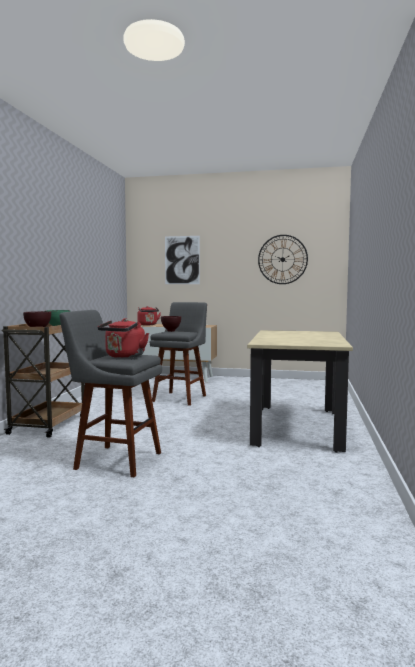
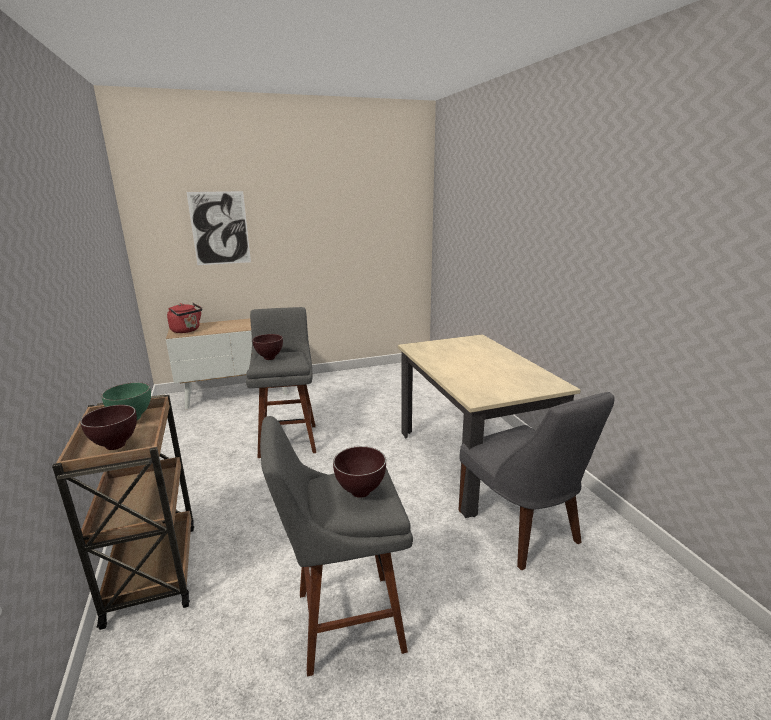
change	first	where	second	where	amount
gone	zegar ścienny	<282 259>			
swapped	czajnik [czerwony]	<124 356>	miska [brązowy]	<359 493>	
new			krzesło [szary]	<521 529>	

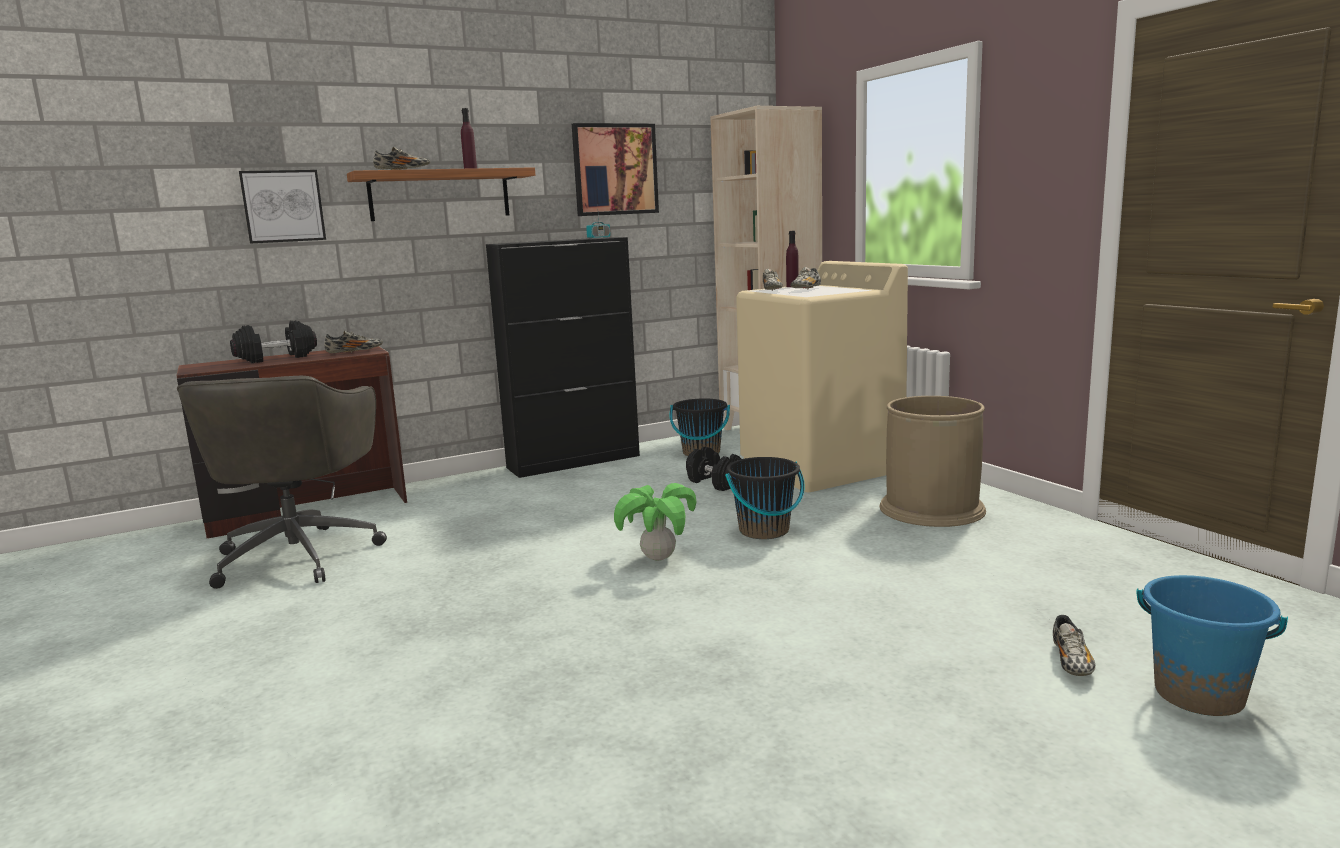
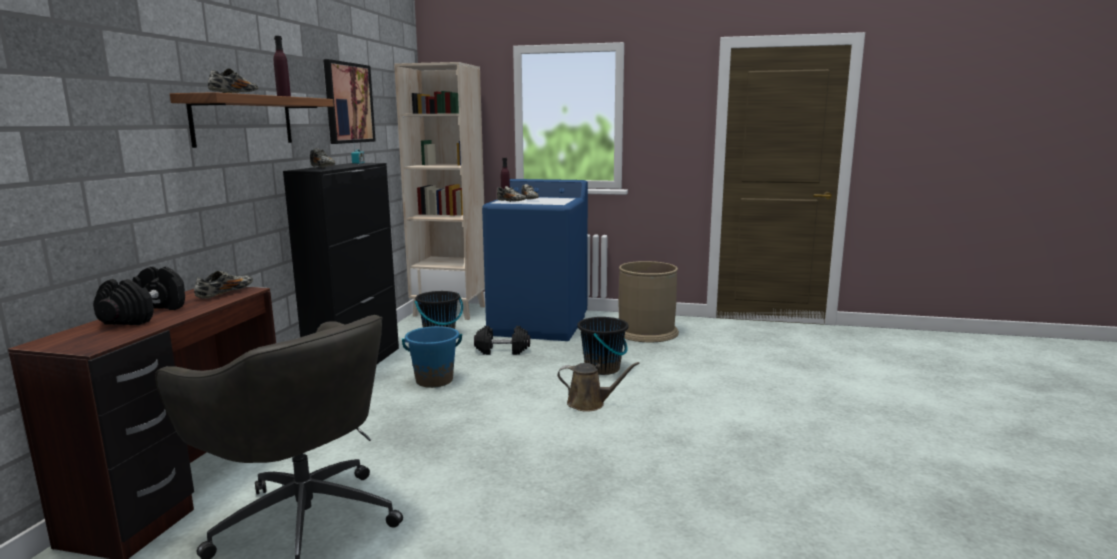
change	first	where	second	where	amount
gone	obraz	<283 206>			
repainted	pralka [beżowy]	<821 468>	pralka [niebieski]	<539 325>	
swapped	roślina doniczkowa	<658 558>	konewka [brązowy]	<590 404>	
shifted	wiadro [niebieski]	<1199 695>		<434 380>	
shifted	but	<1071 662>		<323 168>	

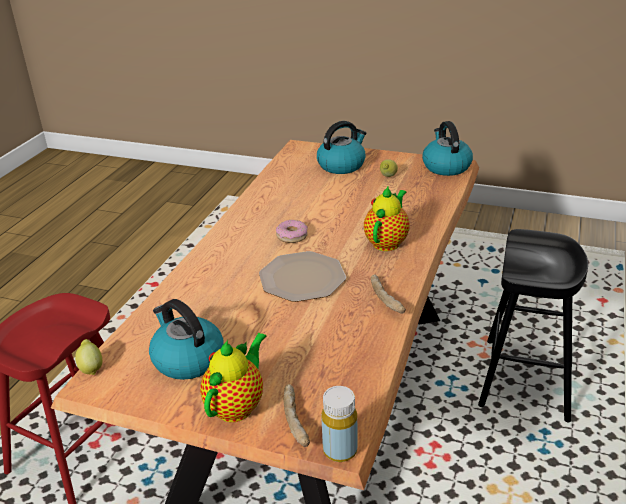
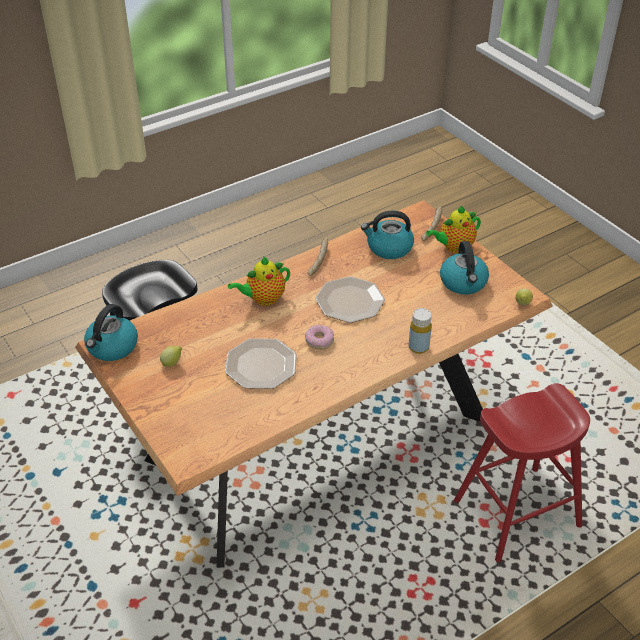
change	first	where	second	where	amount
shifted	czajnik	<342 165>		<388 248>	
shifted	butelka [żółty]	<340 450>		<418 347>	
new			talerz	<260 365>	

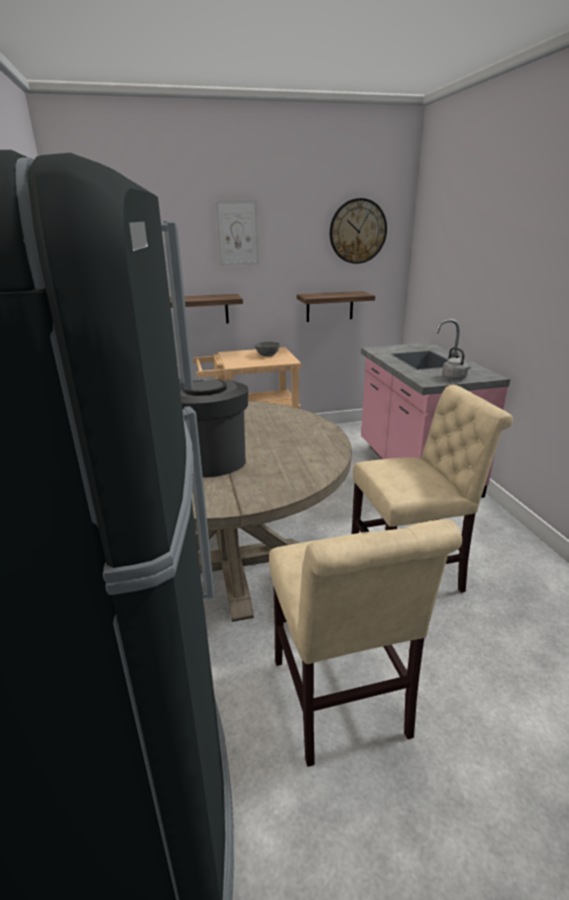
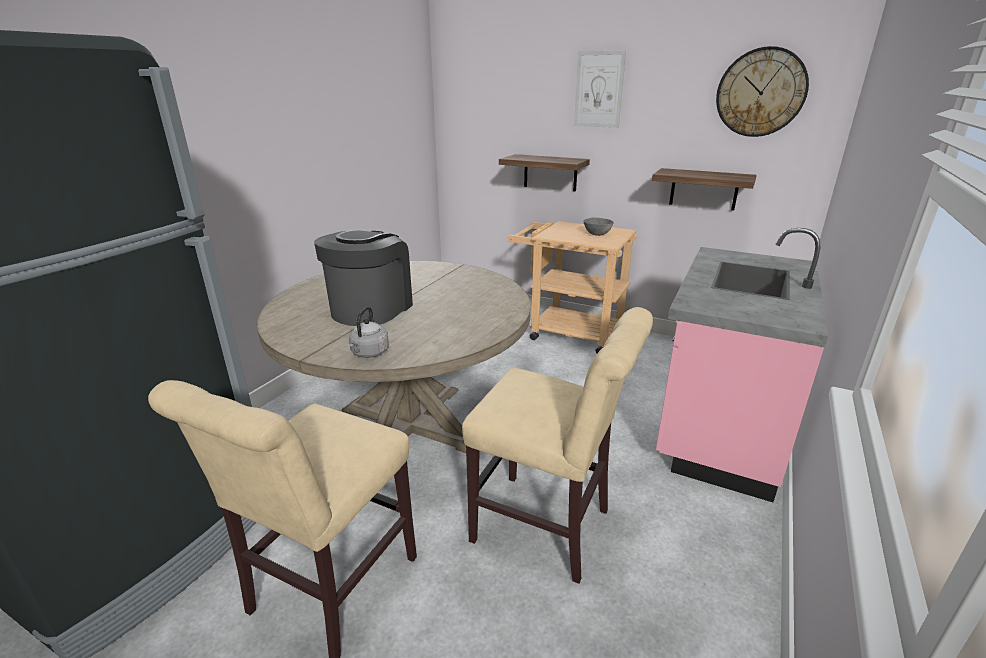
change	first	where	second	where	amount
shifted	czajnik [szary]	<455 378>		<369 353>	

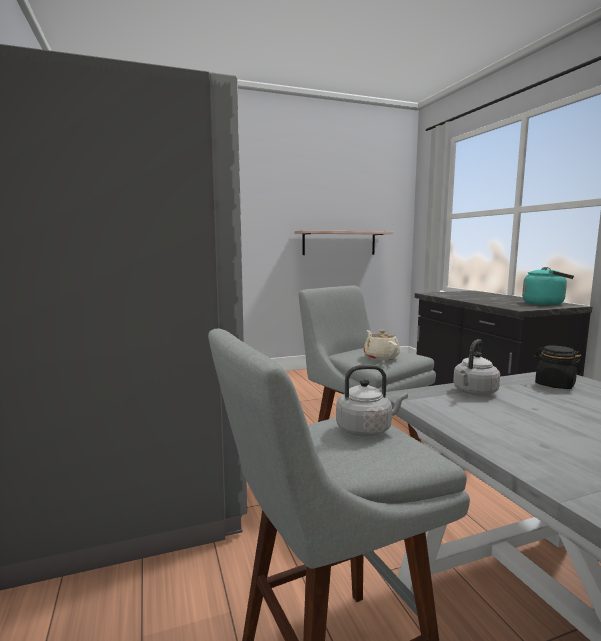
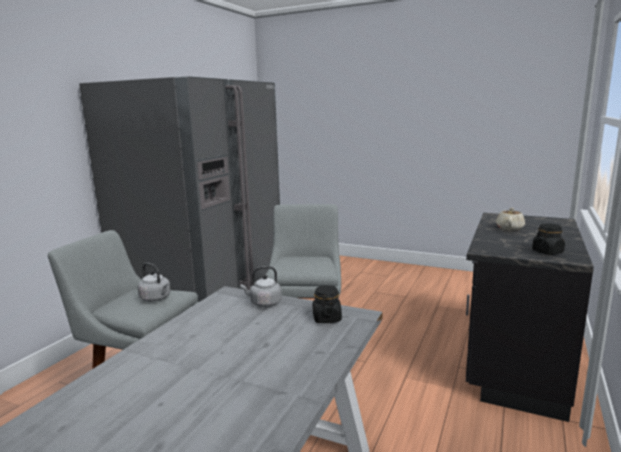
change	first	where	second	where	amount
gone	półka	<339 243>			
swapped	czajnik [turkusowy]	<545 304>	słoik [czarny]	<547 252>	
shifted	imbryk [beżowy]	<380 357>		<510 228>	

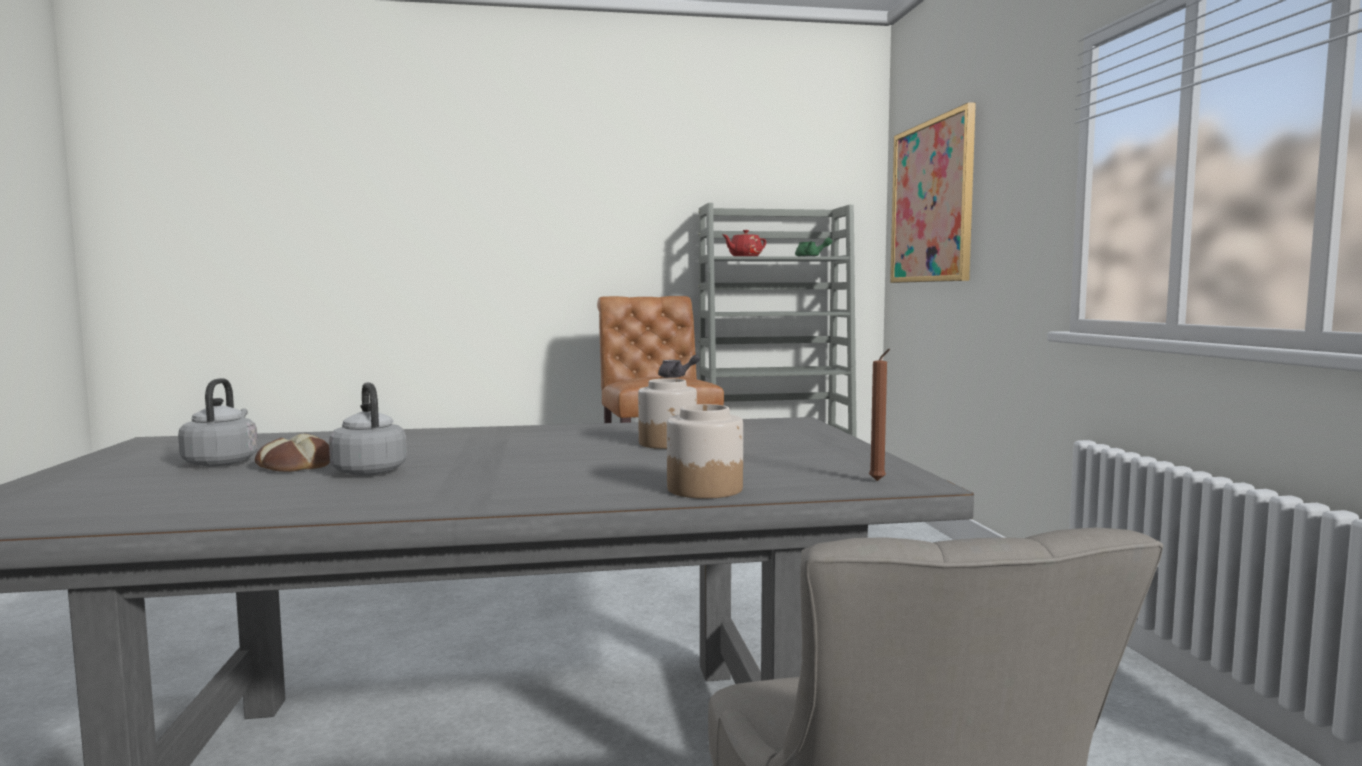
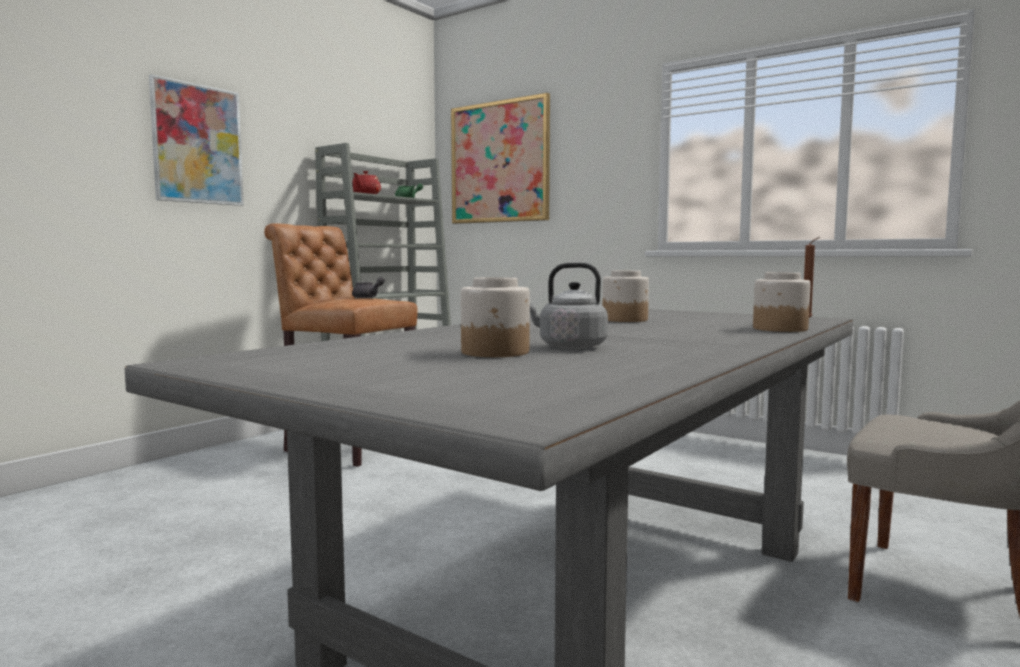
change	first	where	second	where	amount
gone	czajnik [szary]	<222 462>			
swapped	chleb	<294 466>	słoik	<495 352>	
new			obraz	<197 144>	

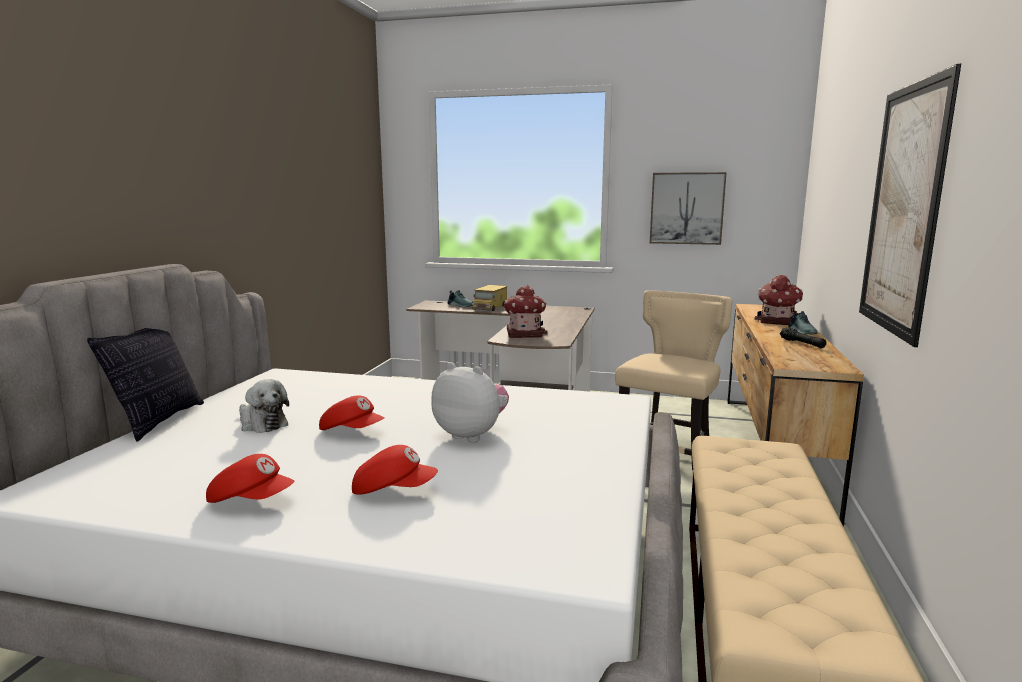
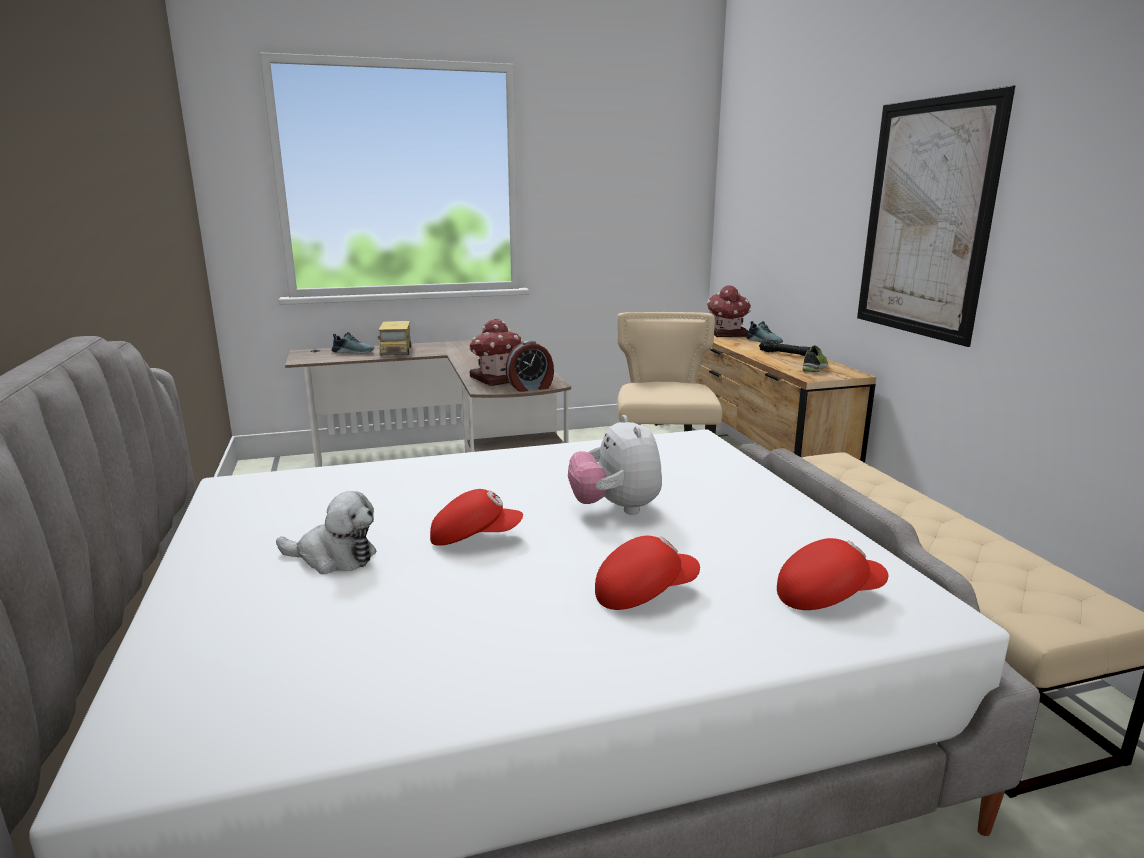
change	first	where	second	where	amount
gone	obraz	<686 208>			
gone	poduszka	<158 421>			
rotated	pluszak	<471 435>		<615 509>	105 degrees counterclockwise
shifted	czapka z daszkiem [czerwony]	<252 500>		<827 595>	
new			budzik	<530 387>	
new			but	<815 367>	

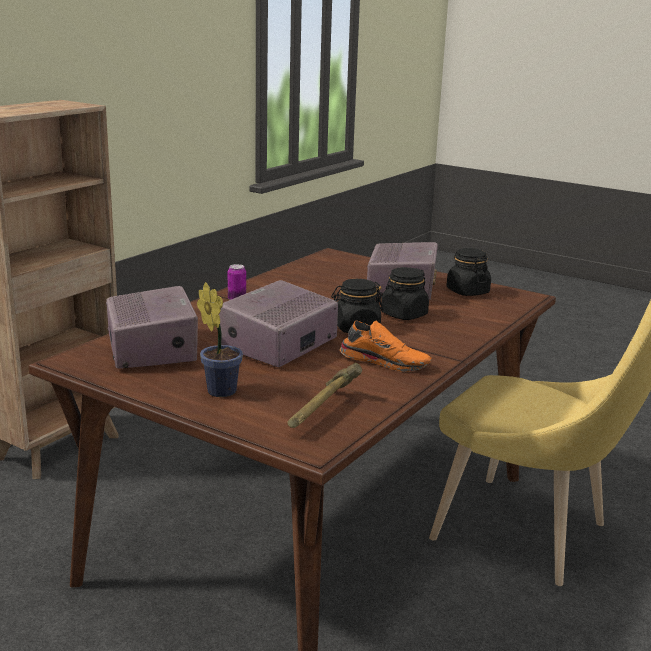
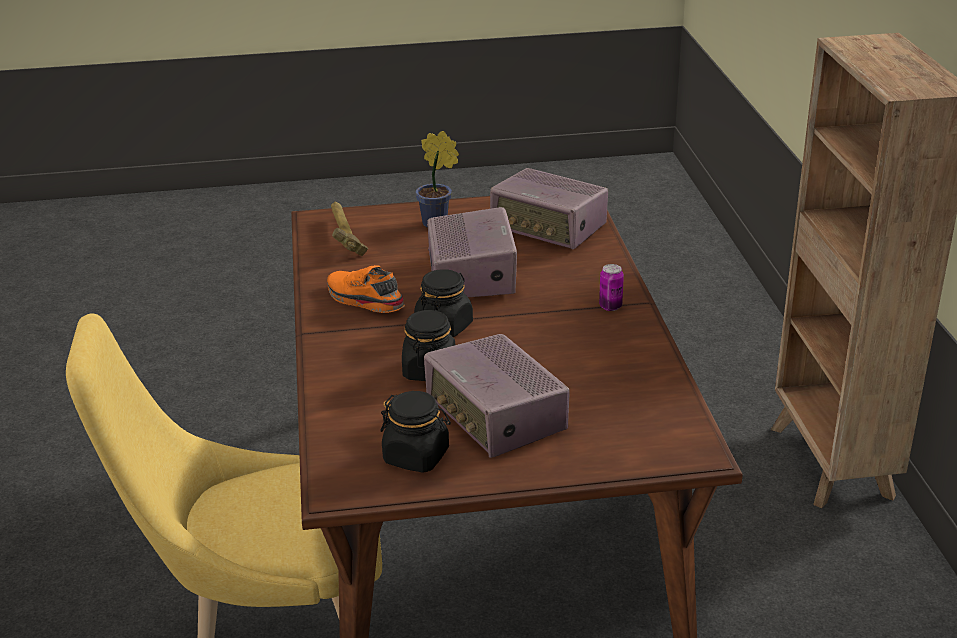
change	first	where	second	where	amount
rotated	but [pomarańczowy]	<385 361>		<363 301>	60 degrees clockwise

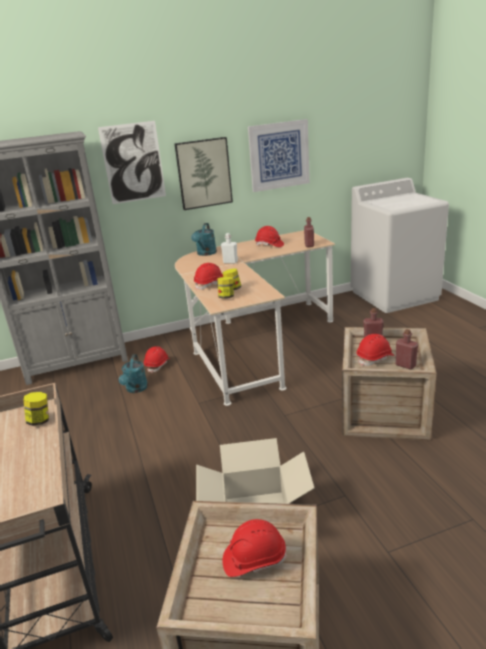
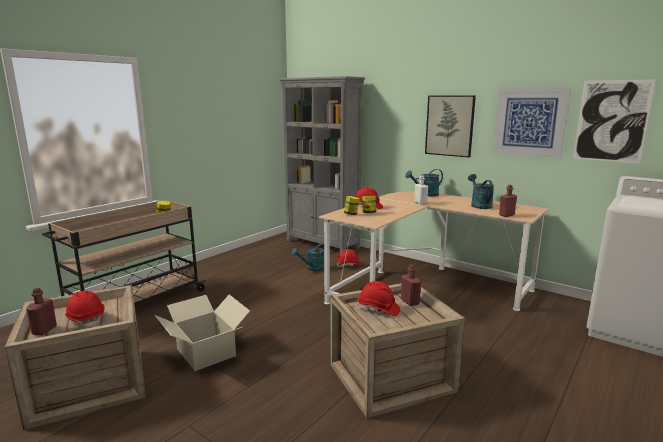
change	first	where	second	where	amount
shifted	obraz	<133 163>		<611 121>	
swapped	kask [czerwony]	<269 245>	konewka [turkusowy]	<479 205>	
shifted	butelka [czerwony]	<405 365>		<44 330>	

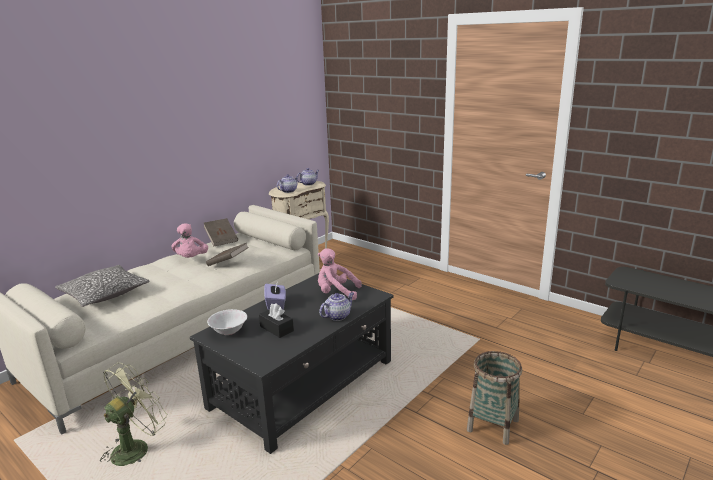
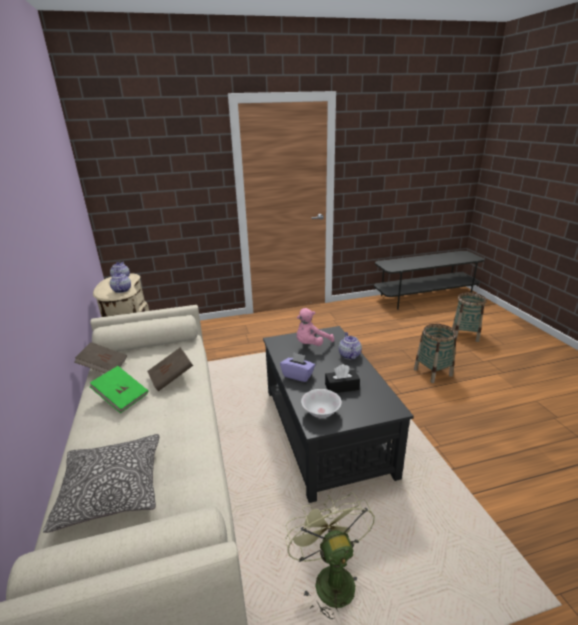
change	first	where	second	where	amount
swapped	pluszak [różowy]	<191 259>	książka [zielony]	<122 397>	
new			koszyk	<465 335>	

